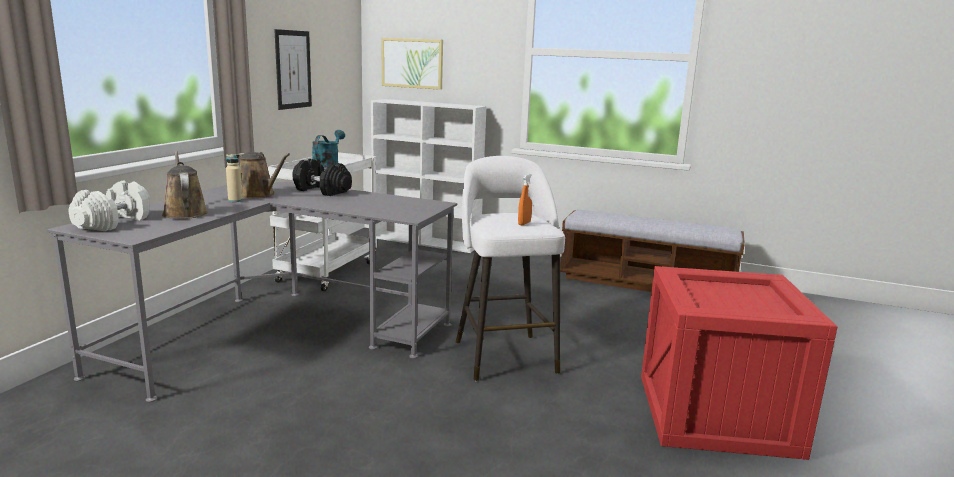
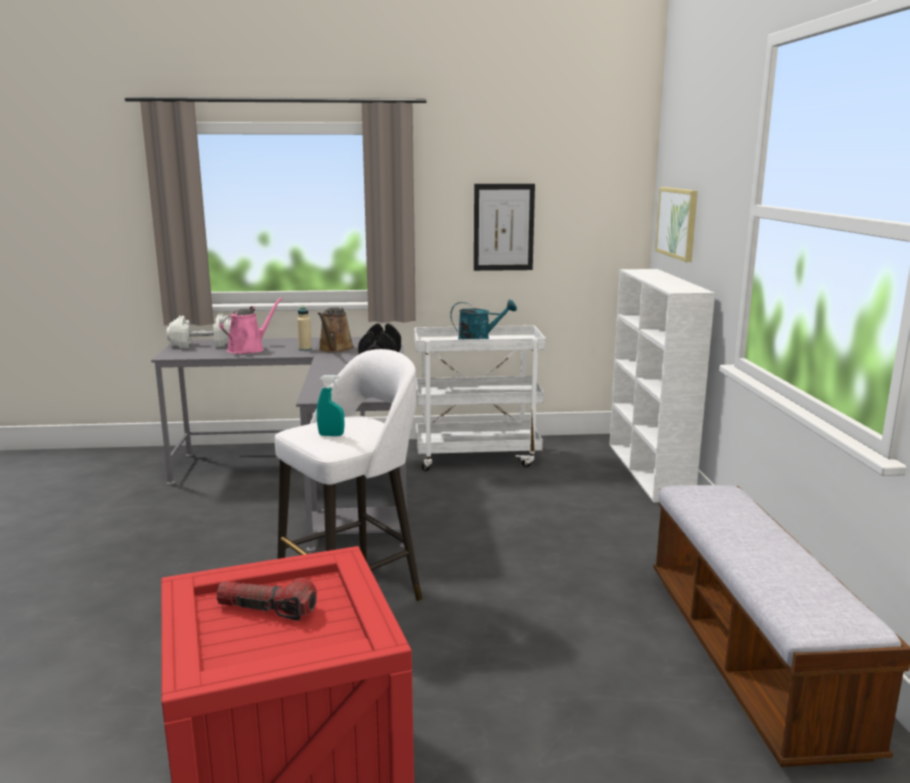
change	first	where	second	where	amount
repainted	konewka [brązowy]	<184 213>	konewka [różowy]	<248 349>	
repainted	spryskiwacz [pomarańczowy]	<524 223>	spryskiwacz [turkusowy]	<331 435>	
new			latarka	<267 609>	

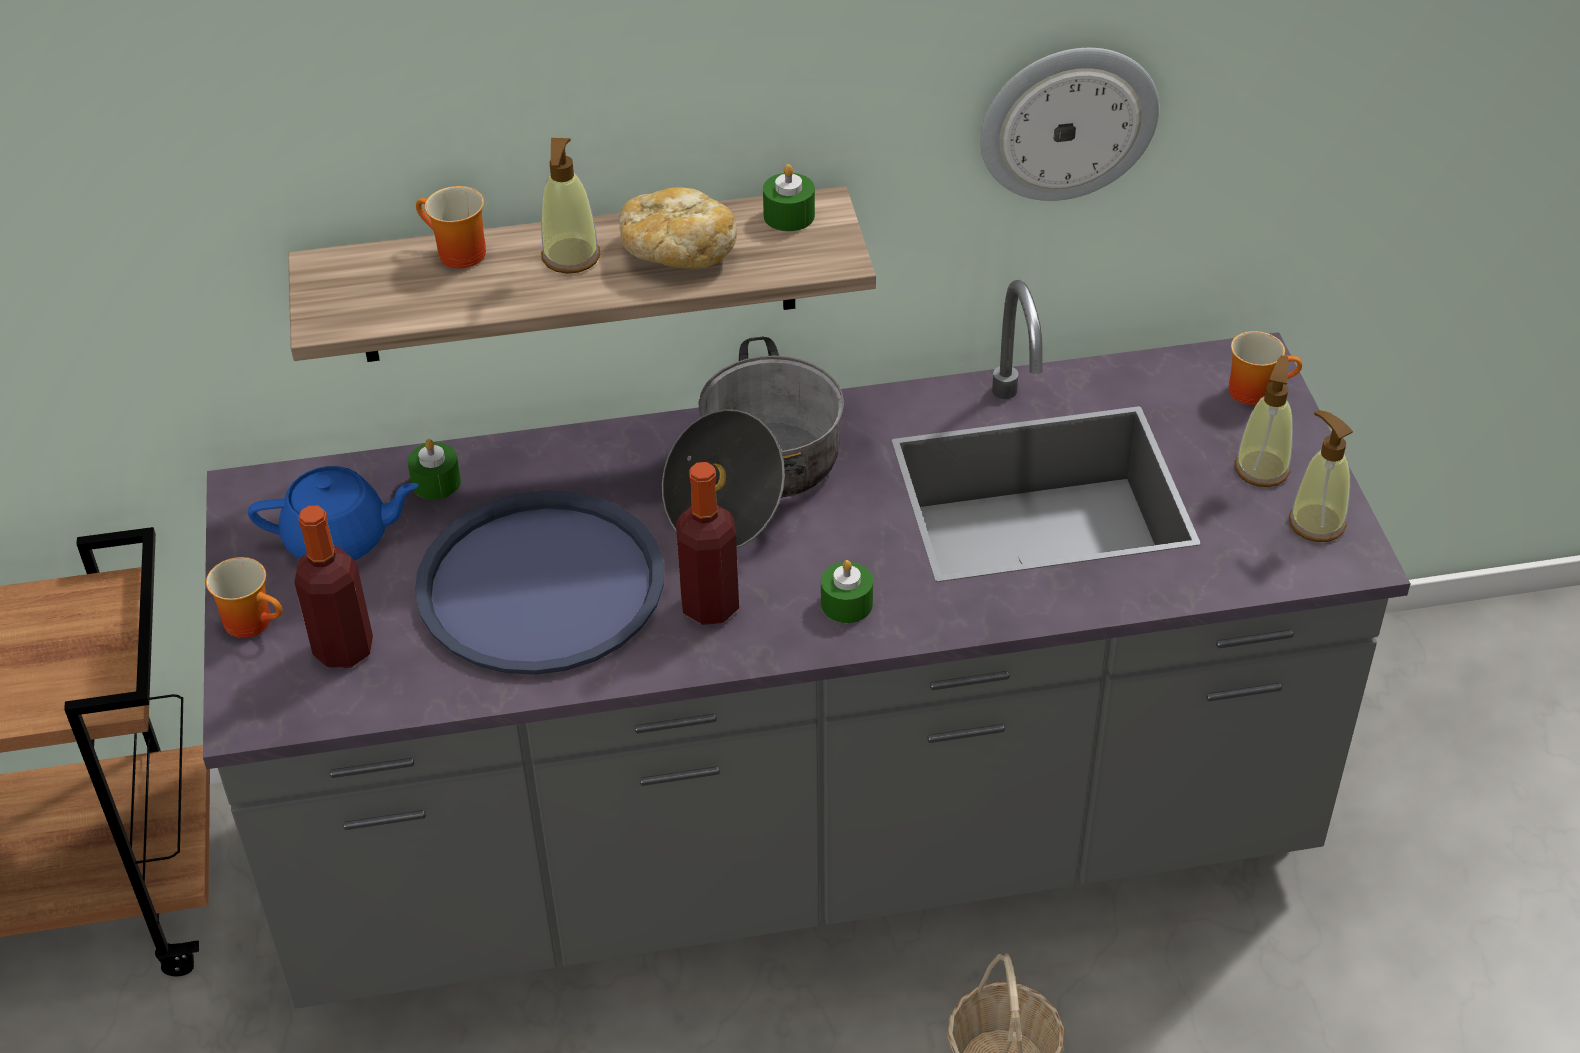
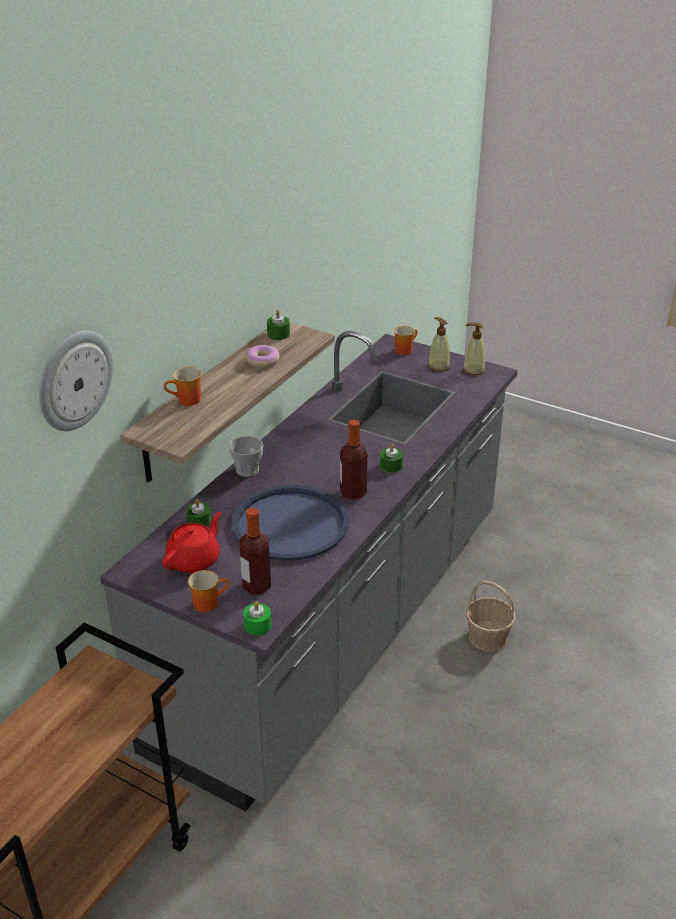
change	first	where	second	where	amount
shifted	zegar ścienny	<1067 122>		<74 380>	
gone	dozownik mydła	<571 257>			
swapped	chleb	<676 252>	donut	<262 361>	
gone	garnek	<754 479>			
repainted	imbryk [niebieski]	<340 540>	imbryk [czerwony]	<194 560>	
new			filiżanka	<247 470>	
new			świeca [zielony]	<257 625>	

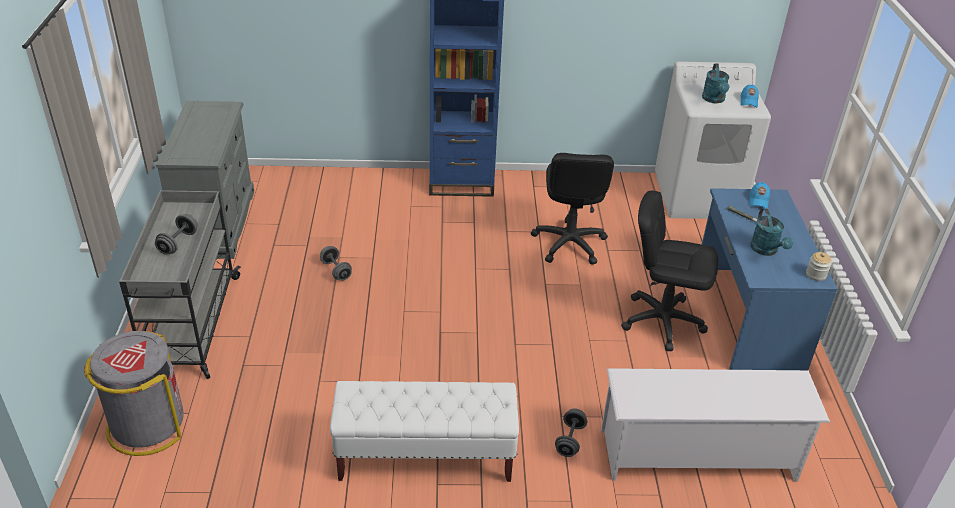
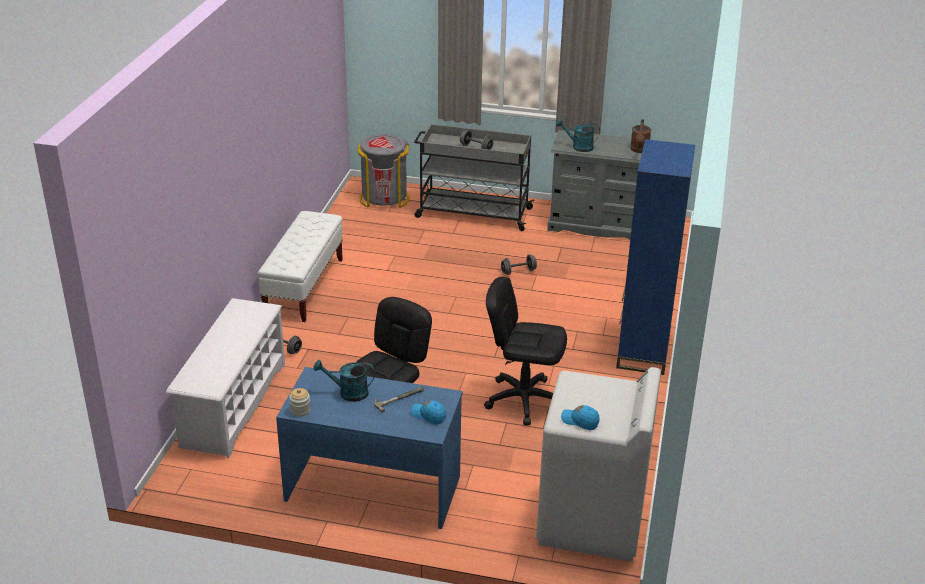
change	first	where	second	where	amount
shifted	konewka [turkusowy]	<714 100>		<578 147>	
new			konewka [brązowy]	<639 150>	

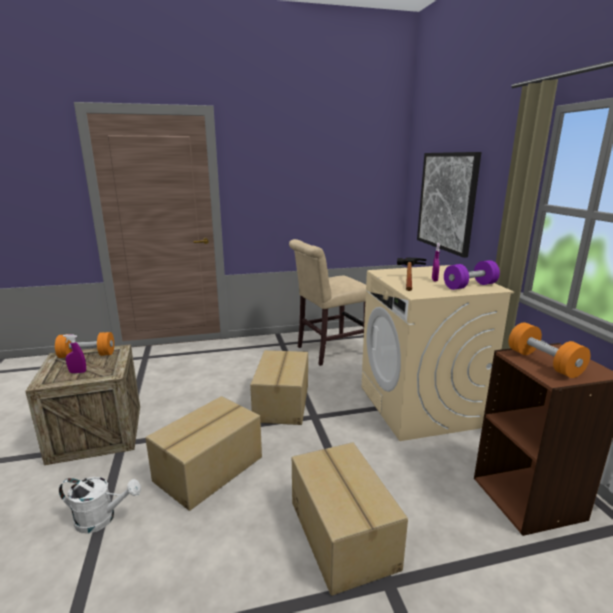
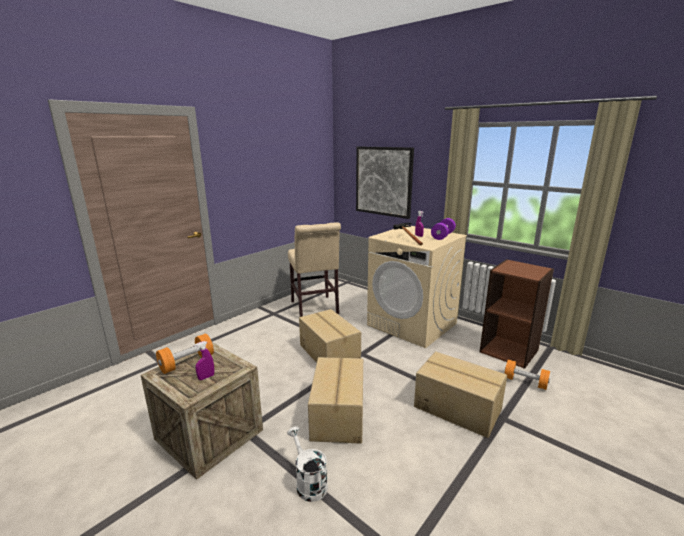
change	first	where	second	where	amount
rotated	krzesło [beżowy]	<328 351>		<315 309>	45 degrees counterclockwise
shifted	hantel [pomarańczowy]	<544 363>		<525 382>	
rotated	konewka [biały]	<102 519>		<308 482>	90 degrees counterclockwise

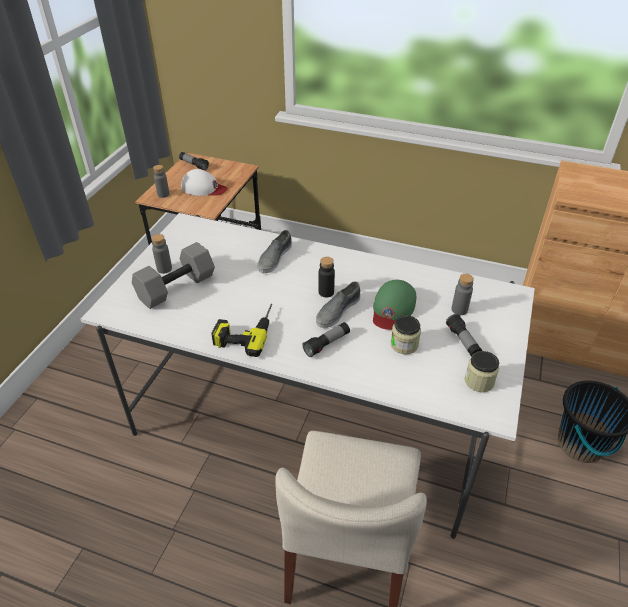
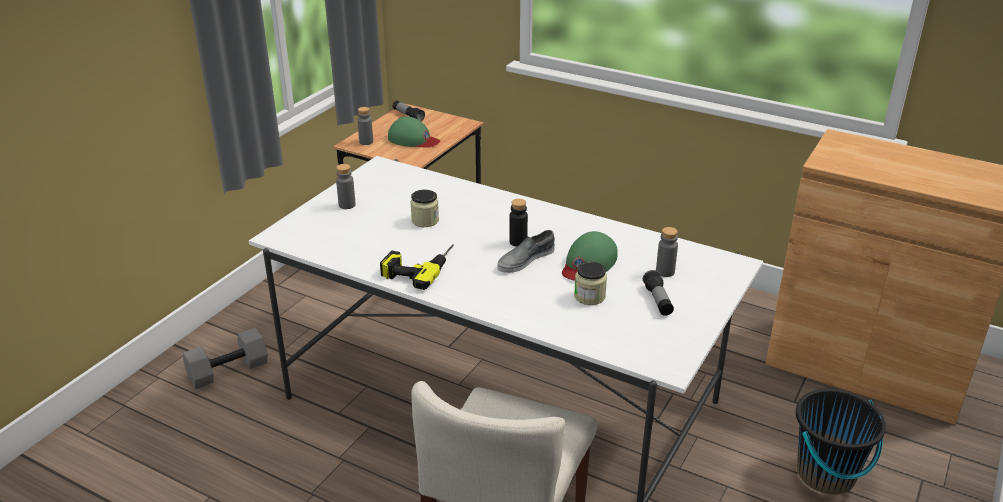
change	first	where	second	where	amount
repainted	czapka z daszkiem [biały]	<203 188>	czapka z daszkiem [zielony]	<413 139>	
gone	but [szary]	<274 258>			
shifted	hantel [szary]	<176 286>		<228 370>	
gone	latarka	<327 344>			
shifted	słoik	<479 381>		<425 220>	

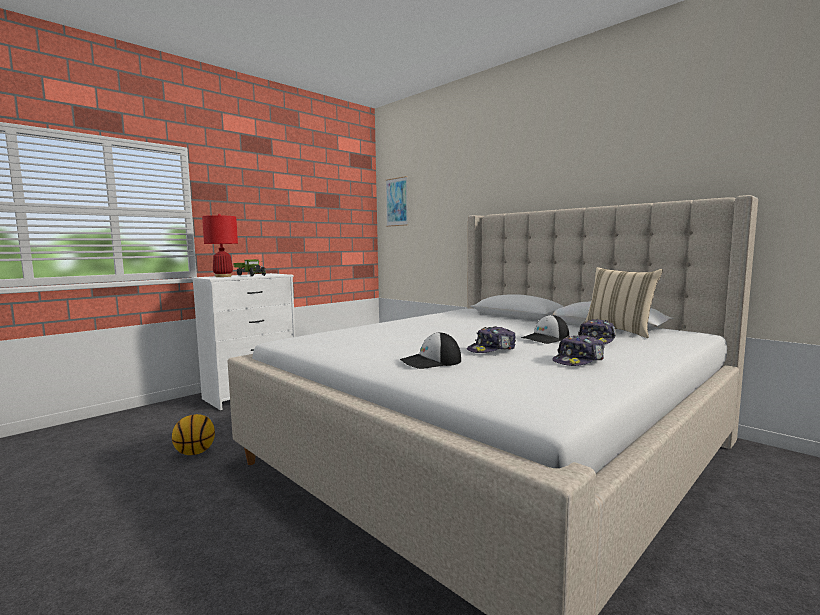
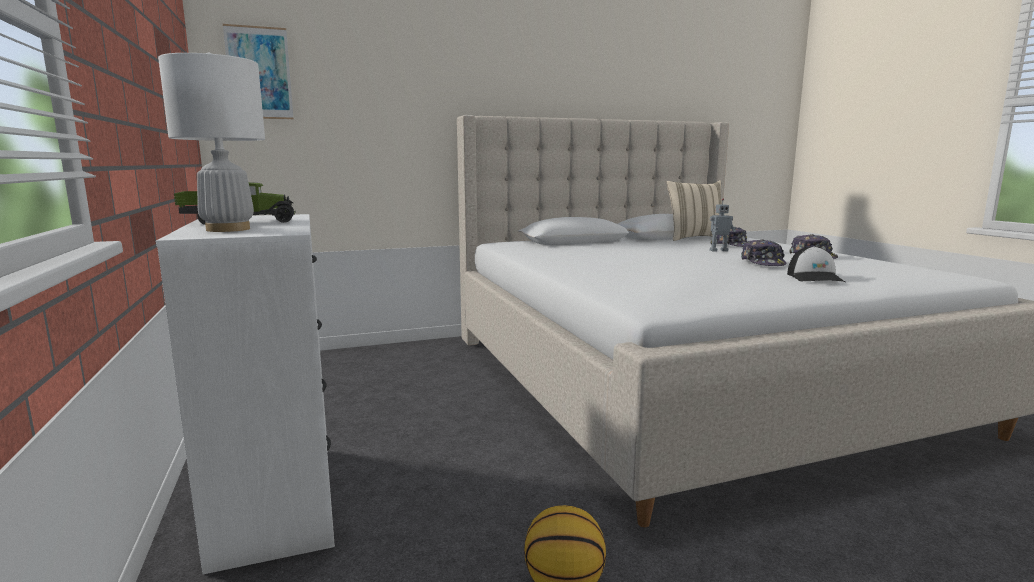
change	first	where	second	where	amount
repainted	lampa stołowa [czerwony]	<223 276>	lampa stołowa [biały]	<227 229>	
swapped	czapka z daszkiem	<545 339>	robot zabawkowy	<718 250>	

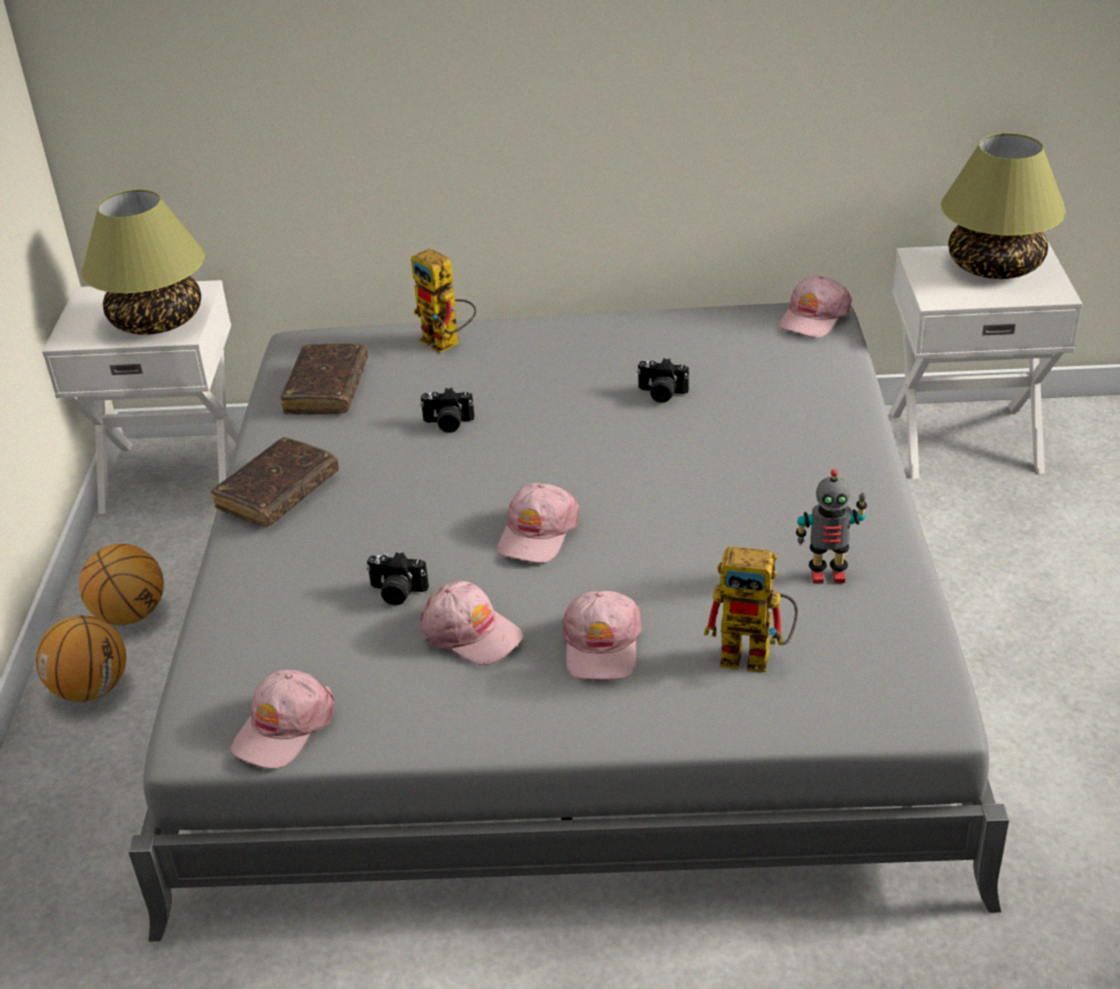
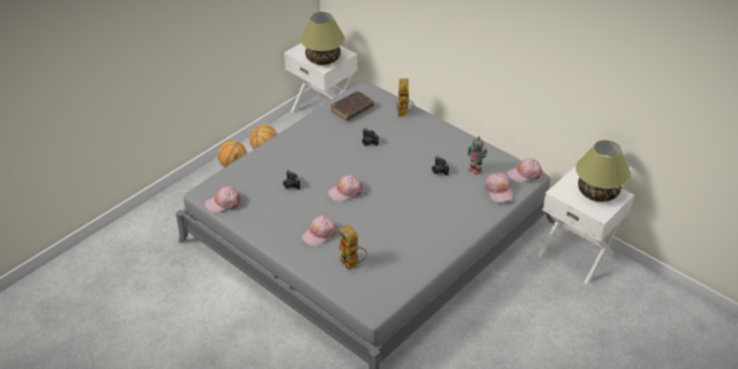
change	first	where	second	where	amount
gone	książka [brązowy]	<278 492>			
shifted	robot zabawkowy	<827 574>		<475 170>	
shifted	czapka z daszkiem [różowy]	<471 633>		<498 190>	

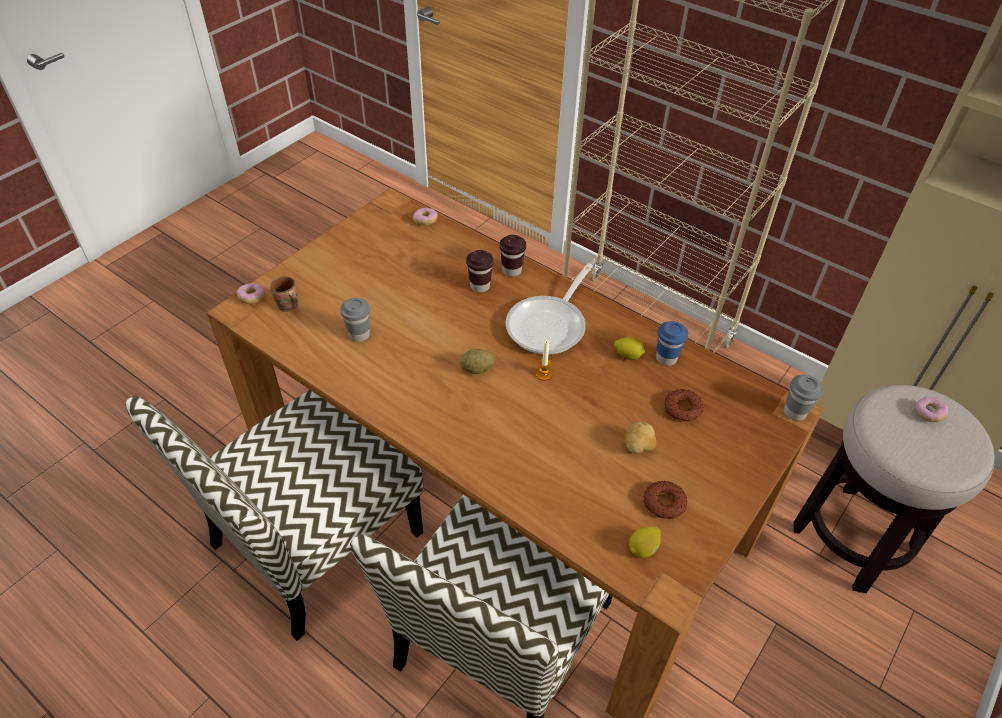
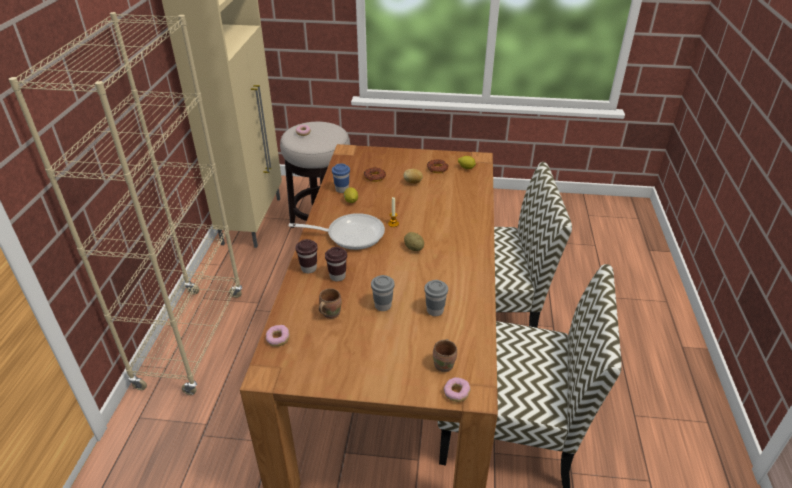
change	first	where	second	where	amount
shifted	filiżanka [szary]	<795 412>		<383 306>	
new			kubek [brązowy]	<329 313>	

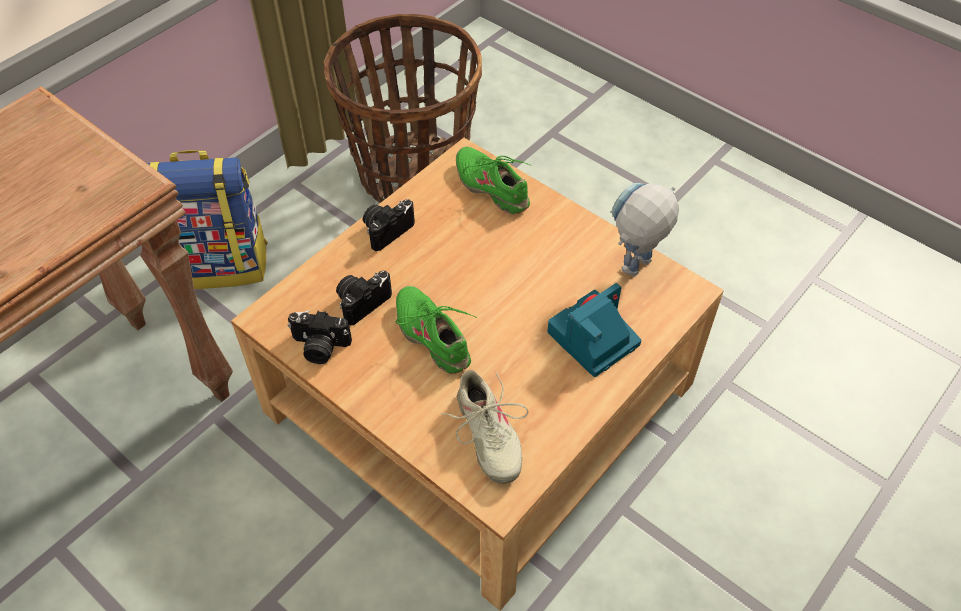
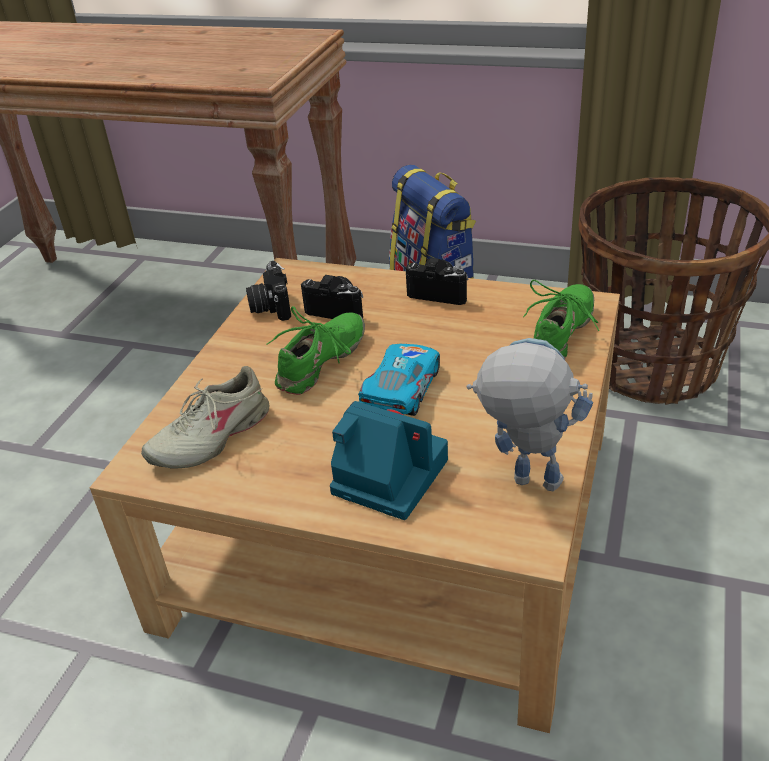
change	first	where	second	where	amount
new			samochodzik	<401 390>	

